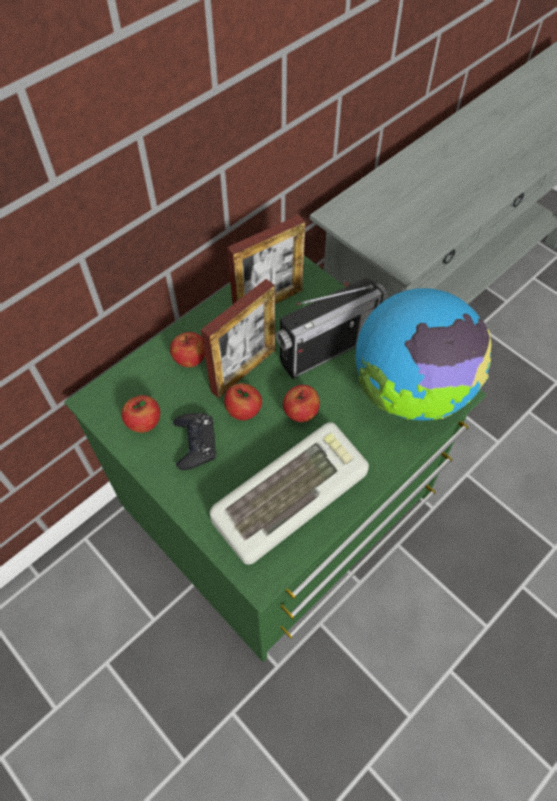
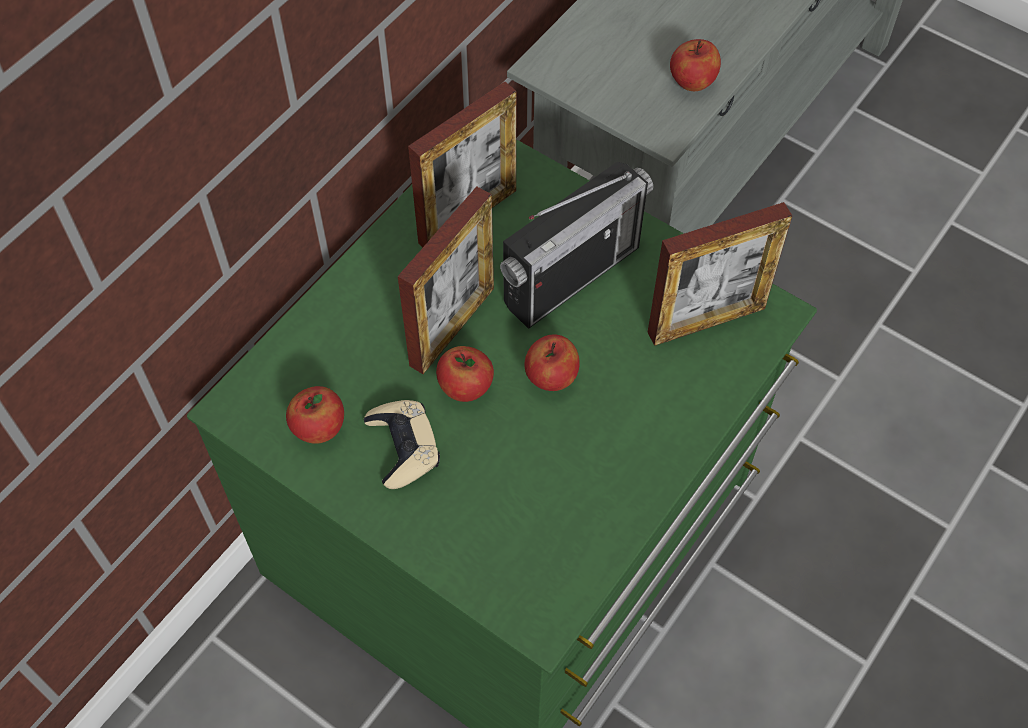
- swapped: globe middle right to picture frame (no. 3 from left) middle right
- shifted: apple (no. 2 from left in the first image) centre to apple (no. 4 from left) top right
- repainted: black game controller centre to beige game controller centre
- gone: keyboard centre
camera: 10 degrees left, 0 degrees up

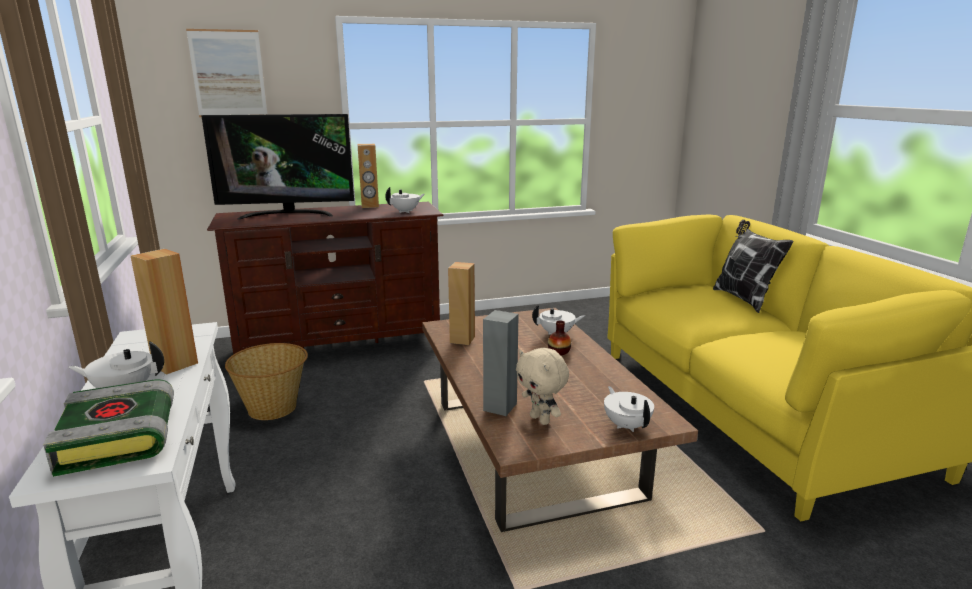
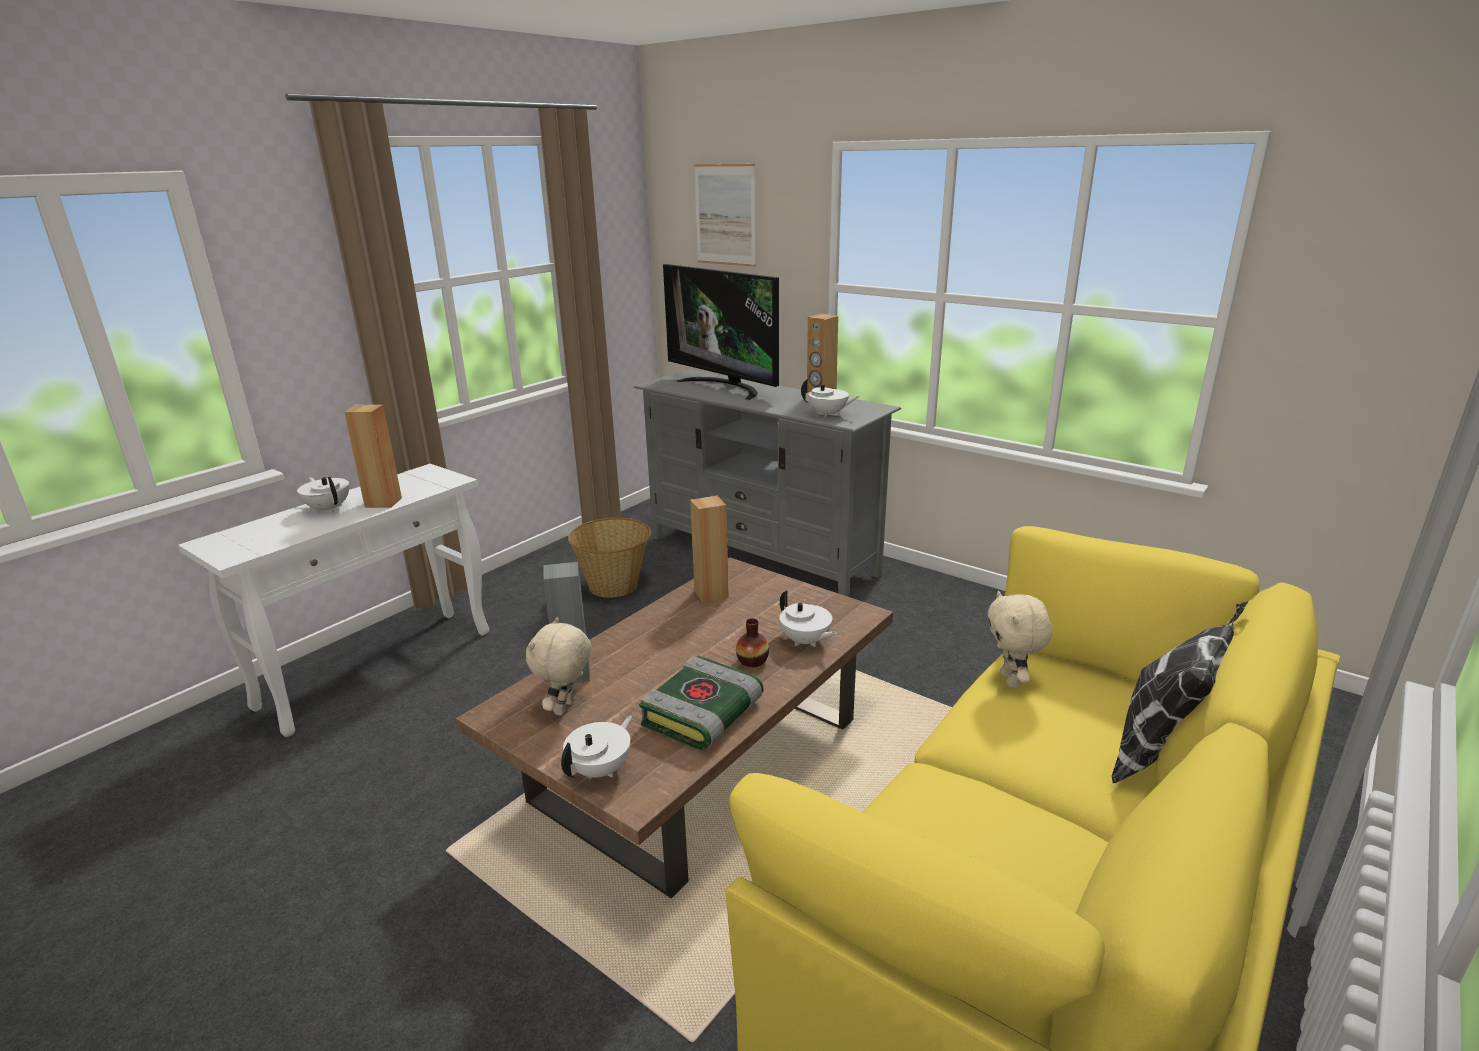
- repainted: brown tv stand centre to grey tv stand centre
- shifted: book bottom left to bottom centre
- new: beige plush toy (no. 2 from left) middle right
camera: 55 degrees right, 5 degrees up

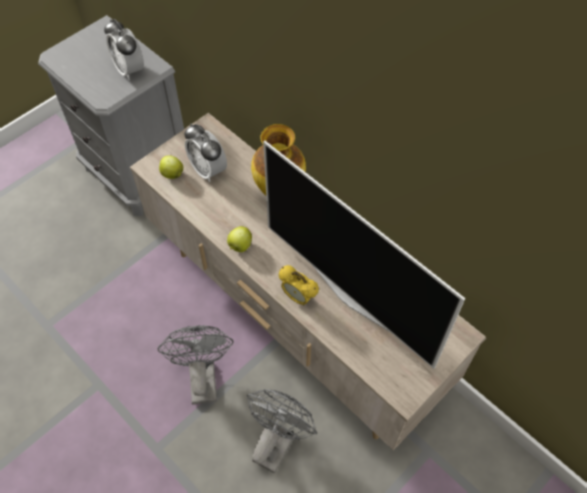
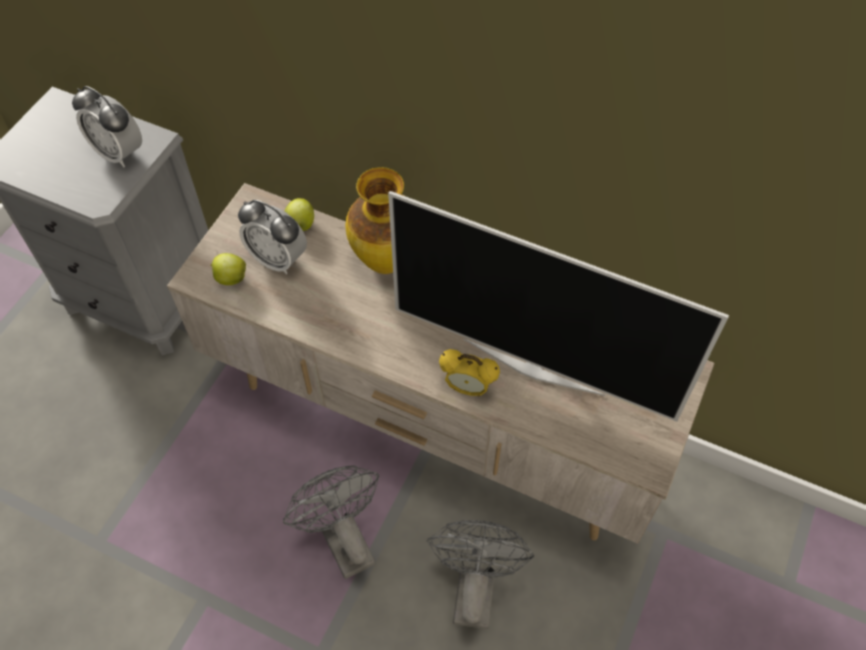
- shifted: apple (no. 2 from left) centre to top centre
camera: 20 degrees left, 0 degrees up

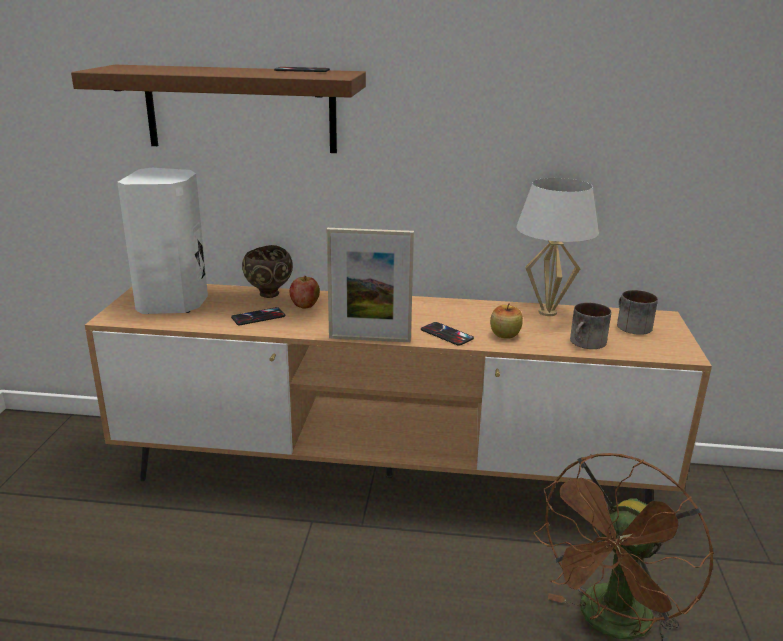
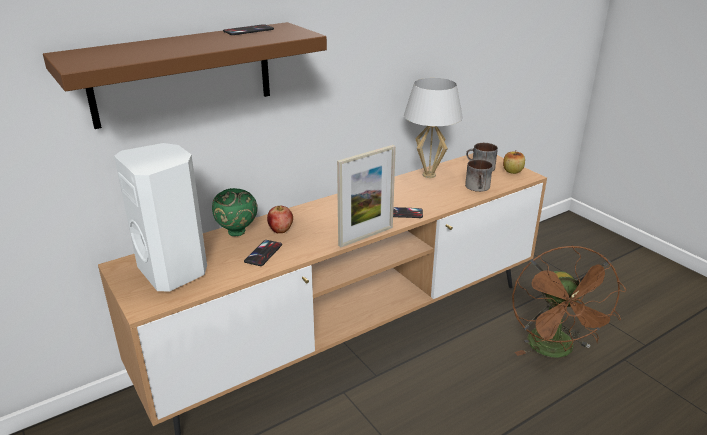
- repainted: brown bowl centre to green bowl middle left
- shifted: apple (no. 2 from left) centre to middle right
camera: 40 degrees left, 5 degrees up

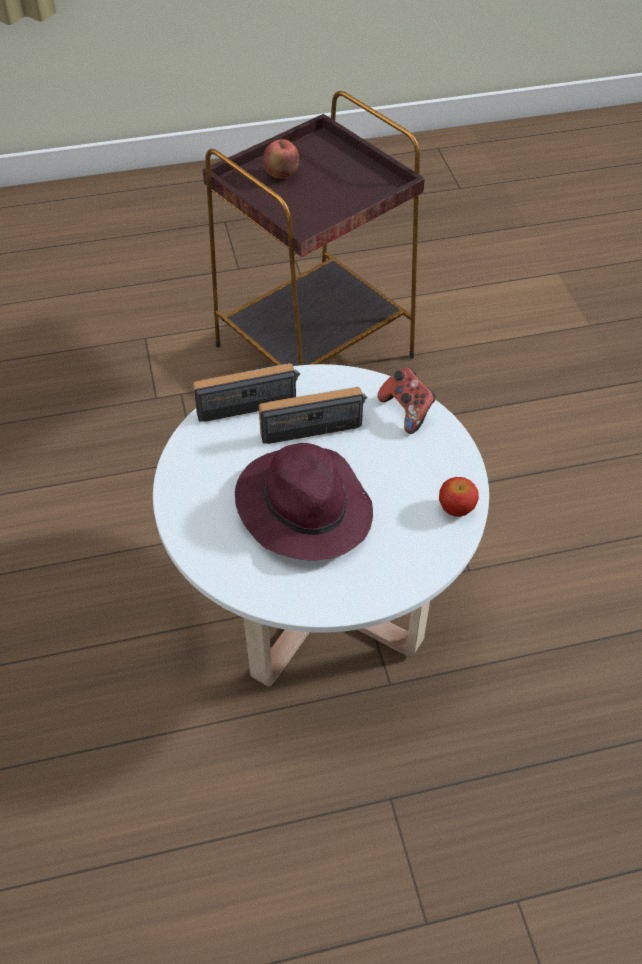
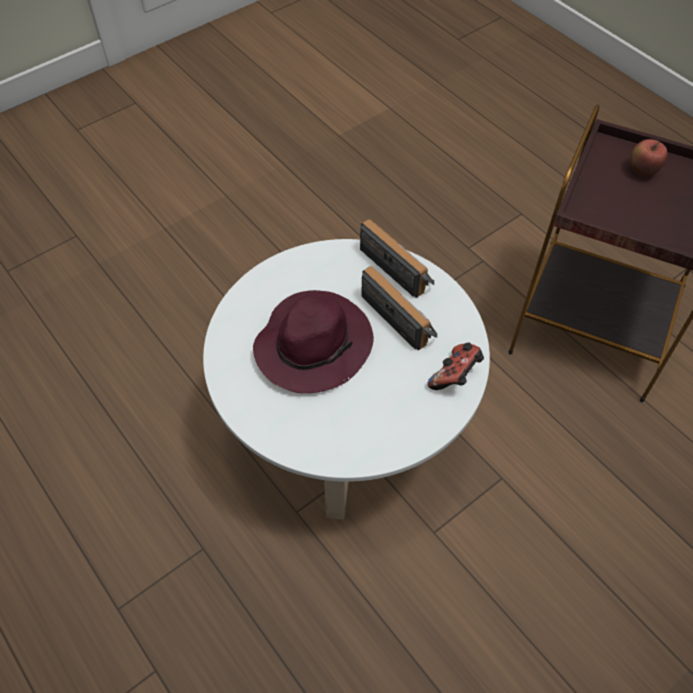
- gone: apple (no. 2 from left) middle right
camera: 65 degrees right, 5 degrees up

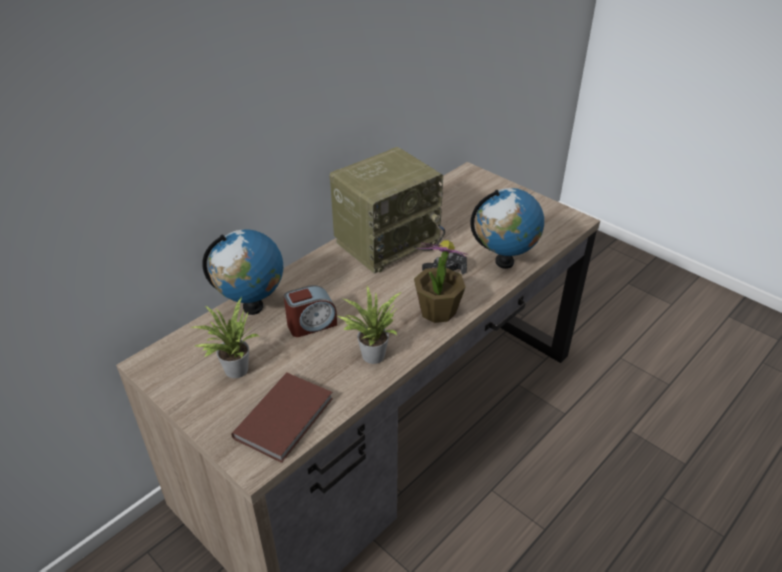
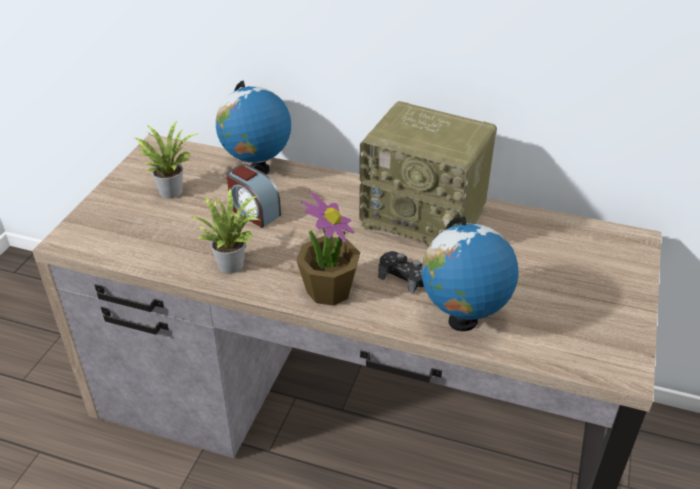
- gone: brown book bottom centre
camera: 65 degrees right, 0 degrees up

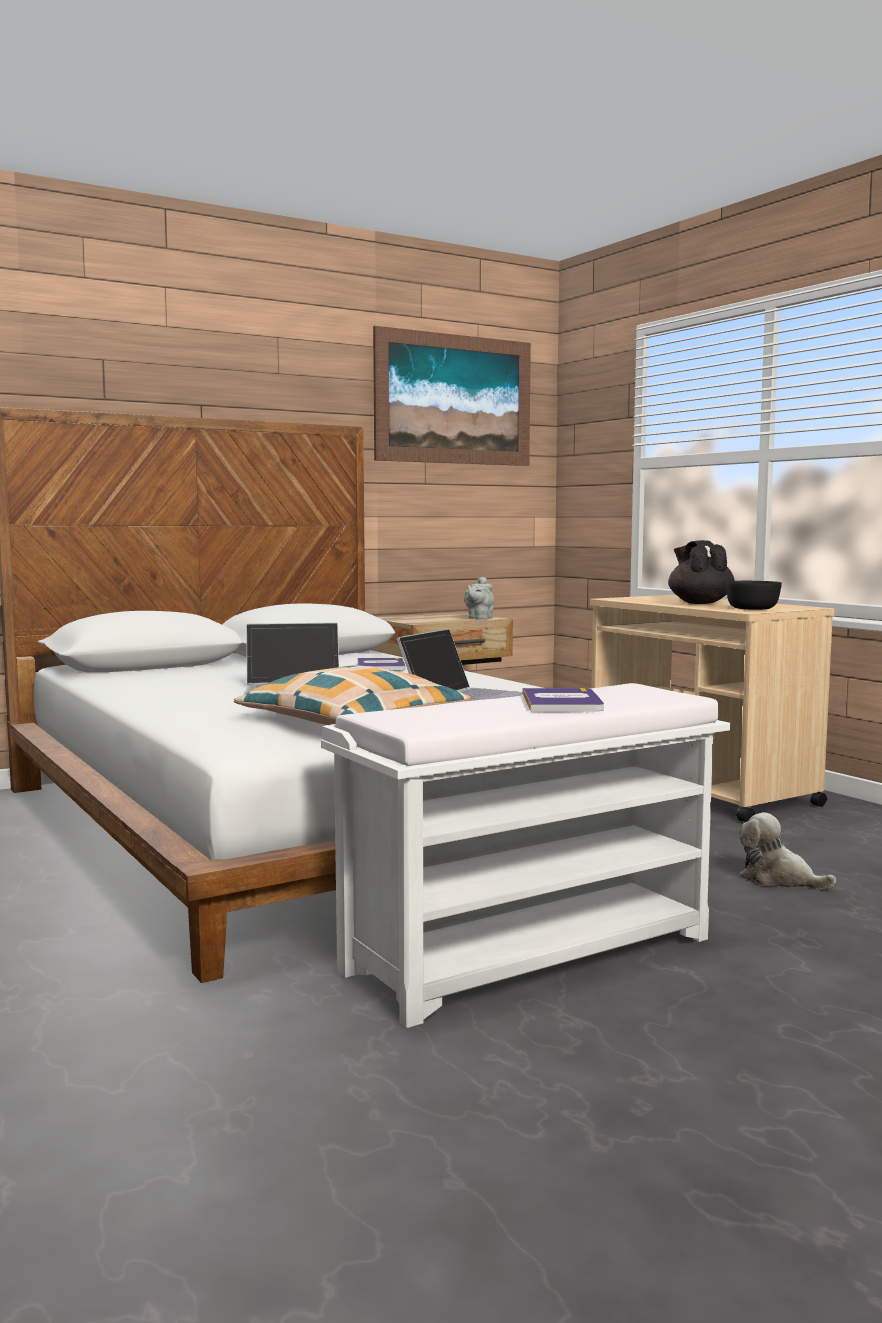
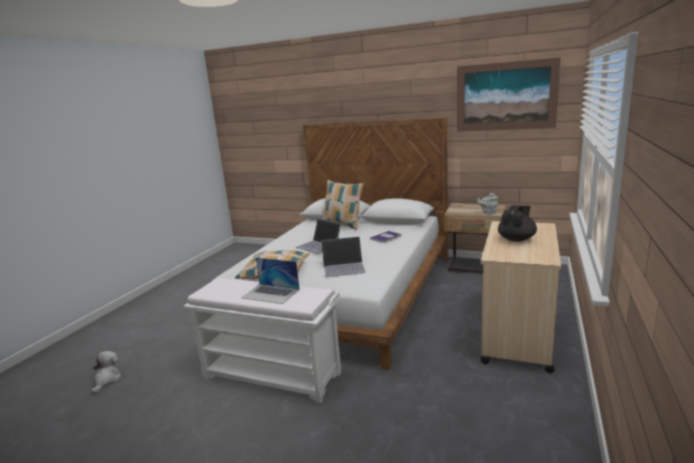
- gone: black bowl middle right
- swapped: book (no. 2 from left) centre to laptop (no. 1 from left) centre
- shifted: plush toy middle right to bottom left
- new: pillow (no. 2 from left) centre
camera: 55 degrees right, 10 degrees up

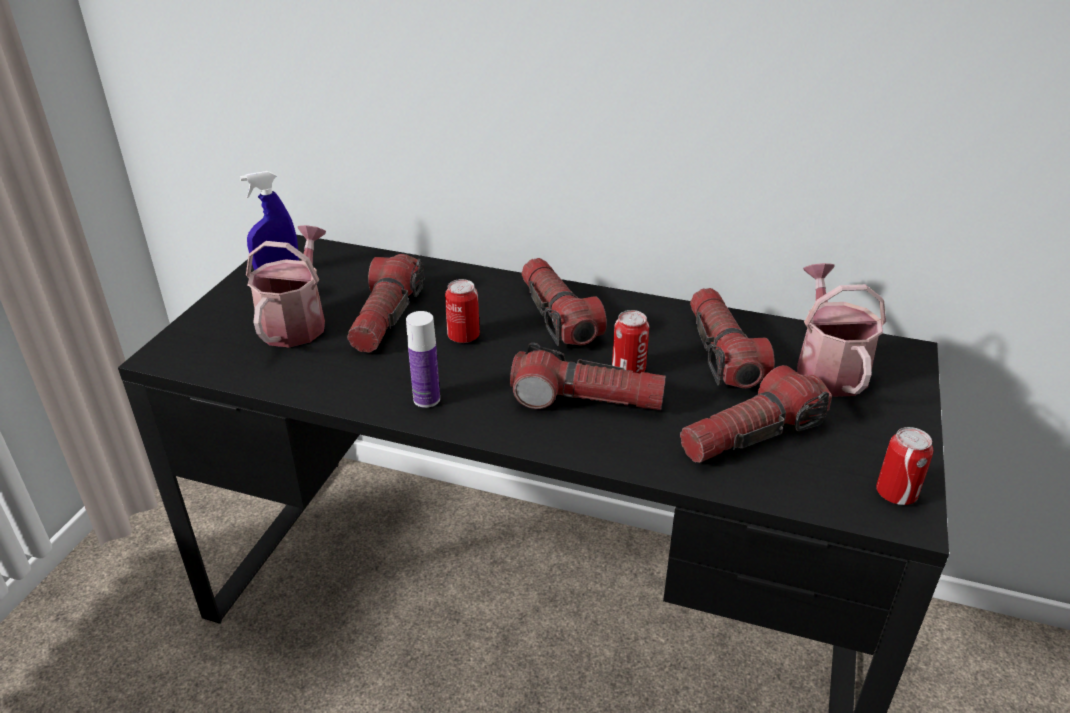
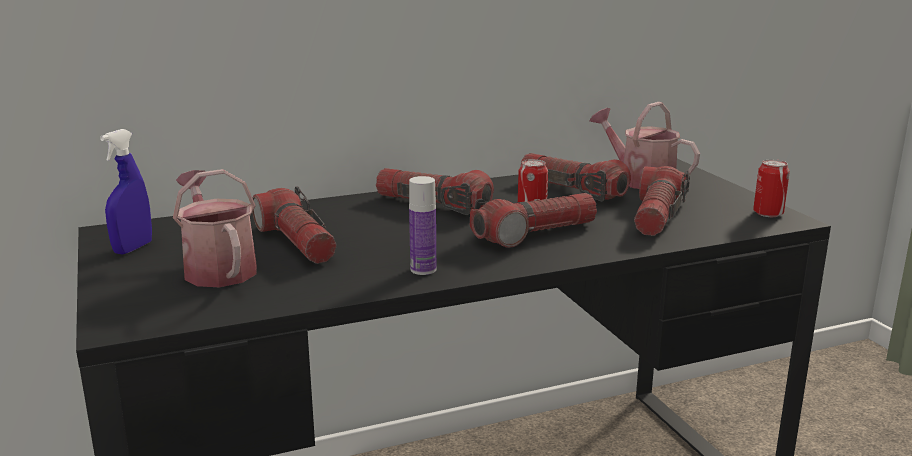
- gone: can (no. 1 from left) centre
camera: 40 degrees left, 15 degrees down

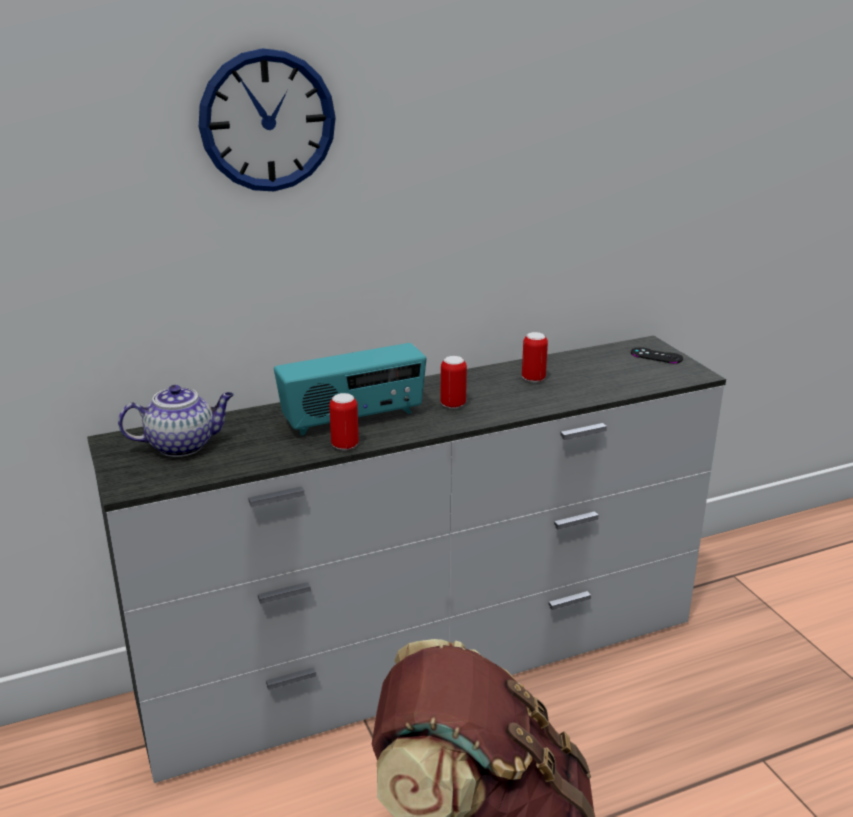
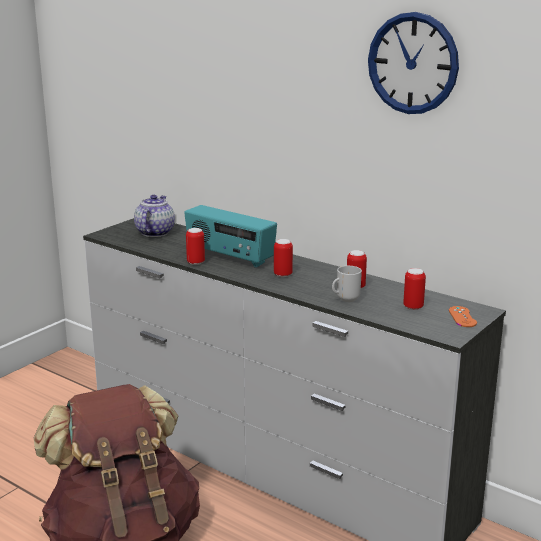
- shifted: wall clock top left to top right
- repainted: black game controller middle right to orange game controller middle right
- rotated: teapot middle left = middle left 120 degrees counterclockwise
- new: mug centre
- new: can (no. 4 from left) middle right
camera: 60 degrees right, 5 degrees down

